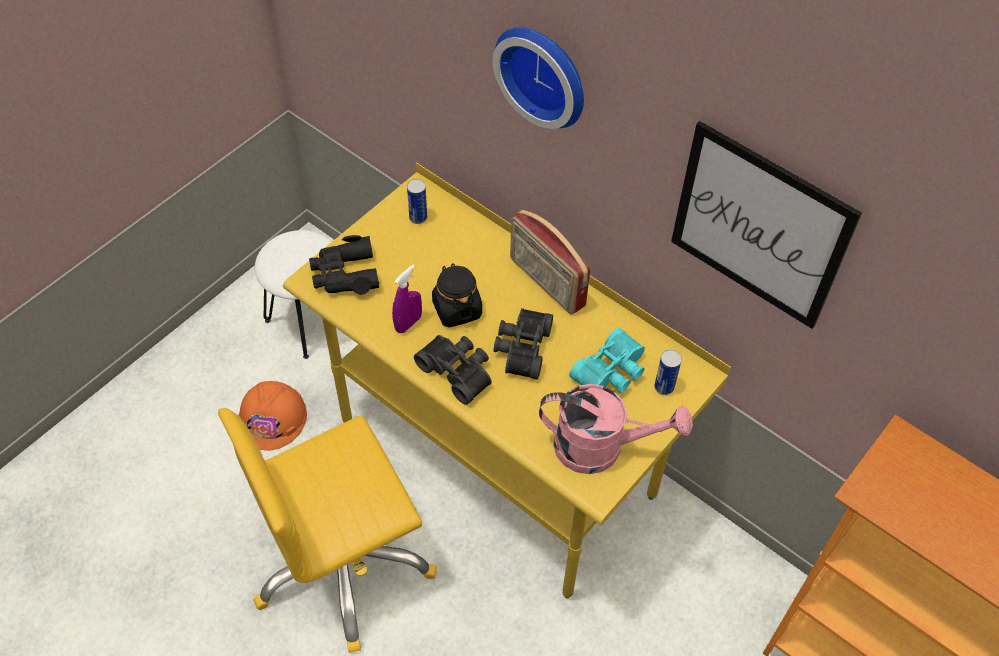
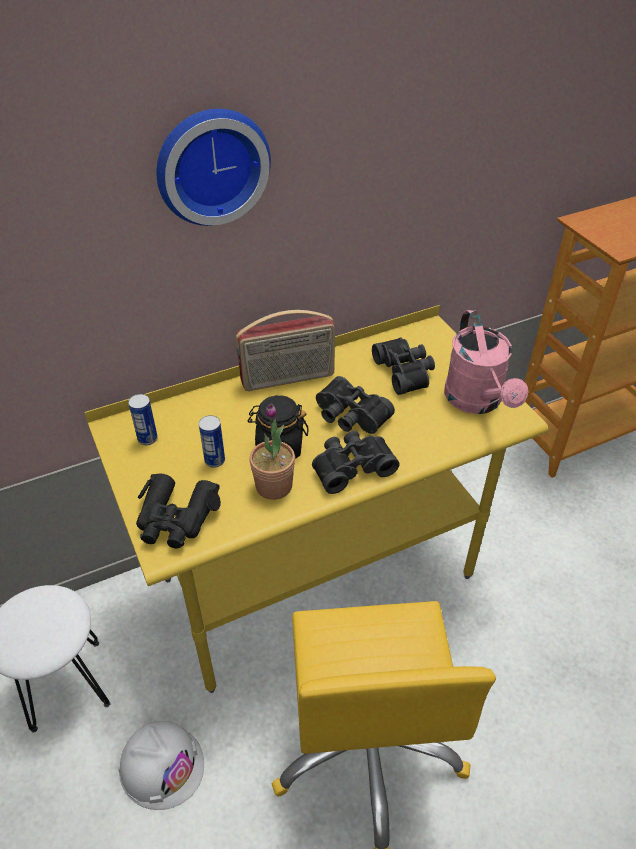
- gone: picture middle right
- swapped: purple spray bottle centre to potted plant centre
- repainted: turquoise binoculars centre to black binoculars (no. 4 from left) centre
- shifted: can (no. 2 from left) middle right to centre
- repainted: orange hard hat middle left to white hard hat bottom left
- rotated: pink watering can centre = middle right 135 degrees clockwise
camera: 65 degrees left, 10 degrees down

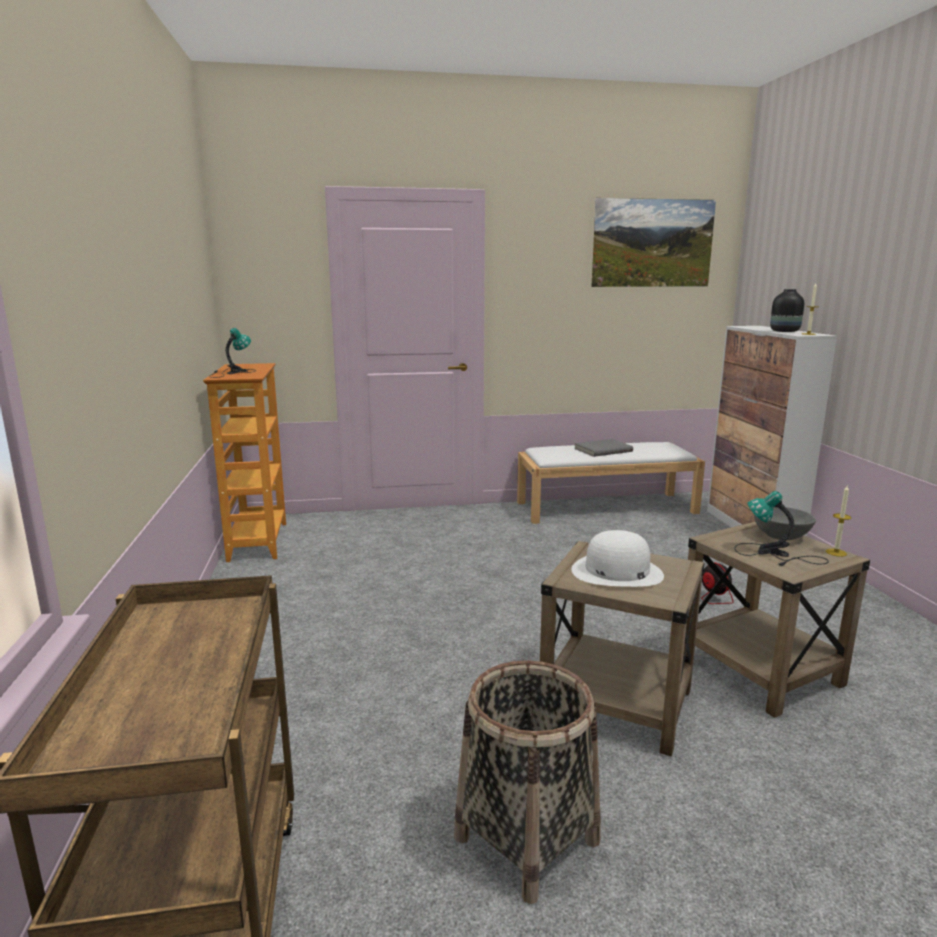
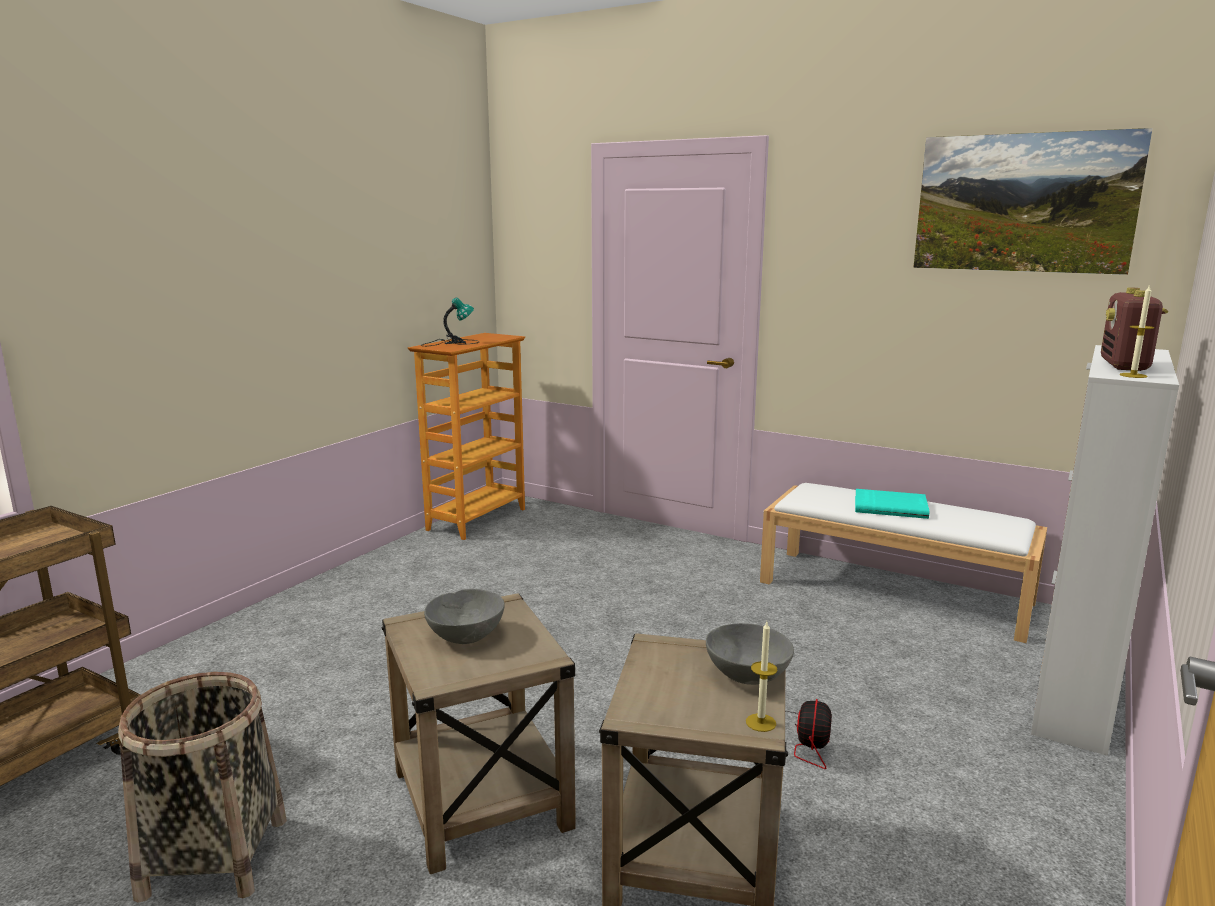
- swapped: black vase top right to radio middle right
- repainted: grey book centre to turquoise book middle right
- gone: table lamp (no. 2 from left) middle right
- swapped: white hat centre to grey bowl (no. 1 from left) bottom centre
camera: 40 degrees right, 0 degrees up

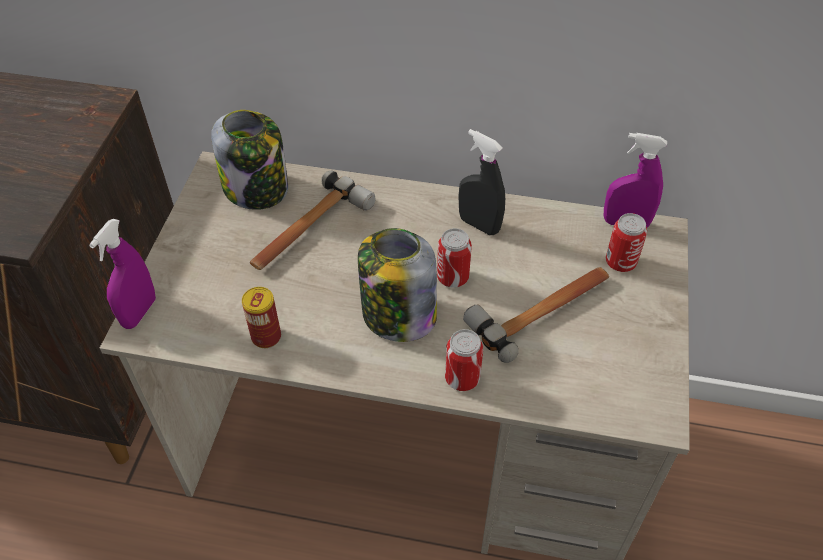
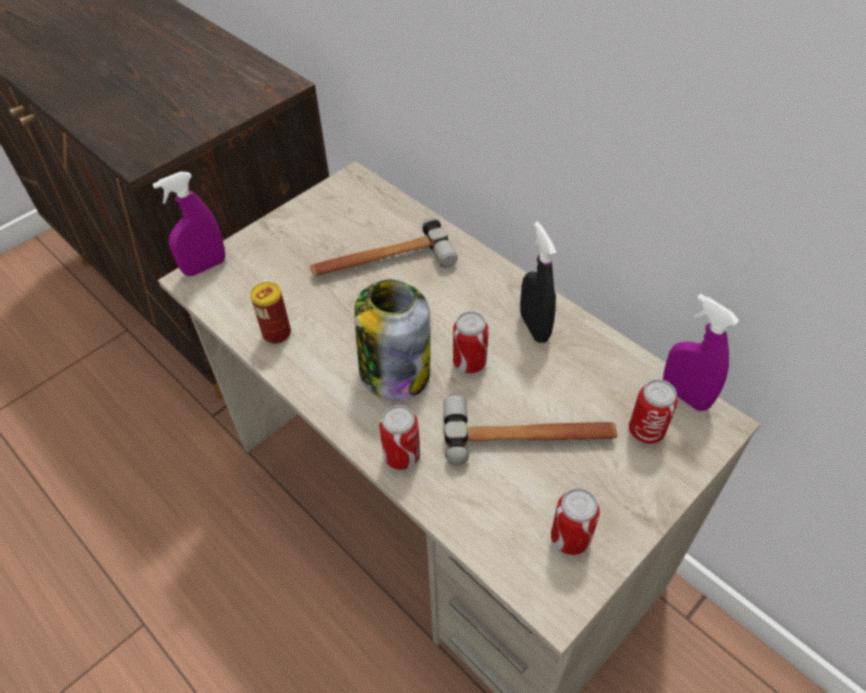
- gone: jar (no. 1 from left) top left
- new: can (no. 4 from left) bottom centre
camera: 35 degrees right, 0 degrees up

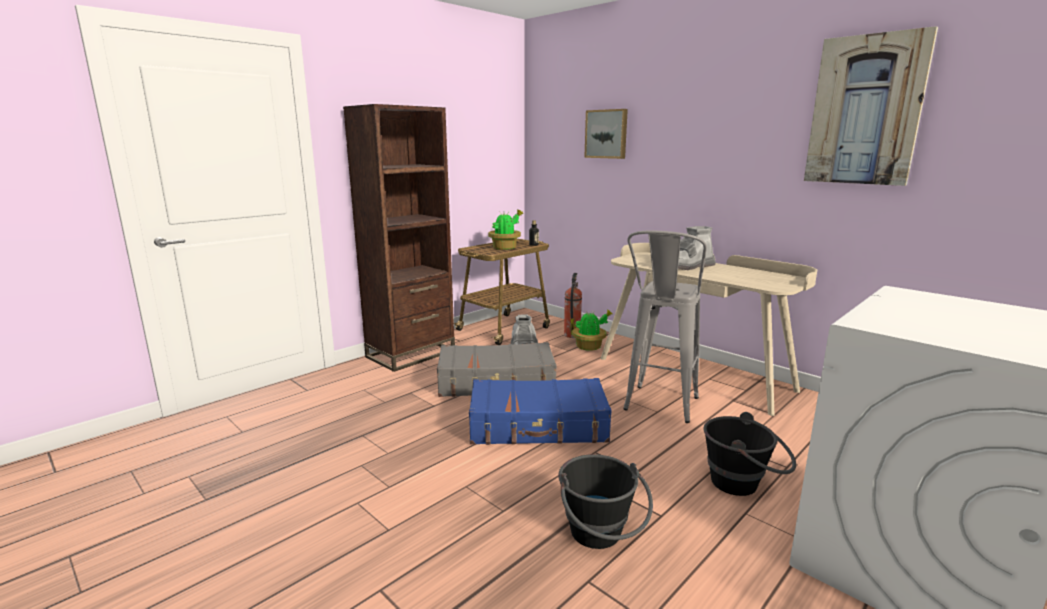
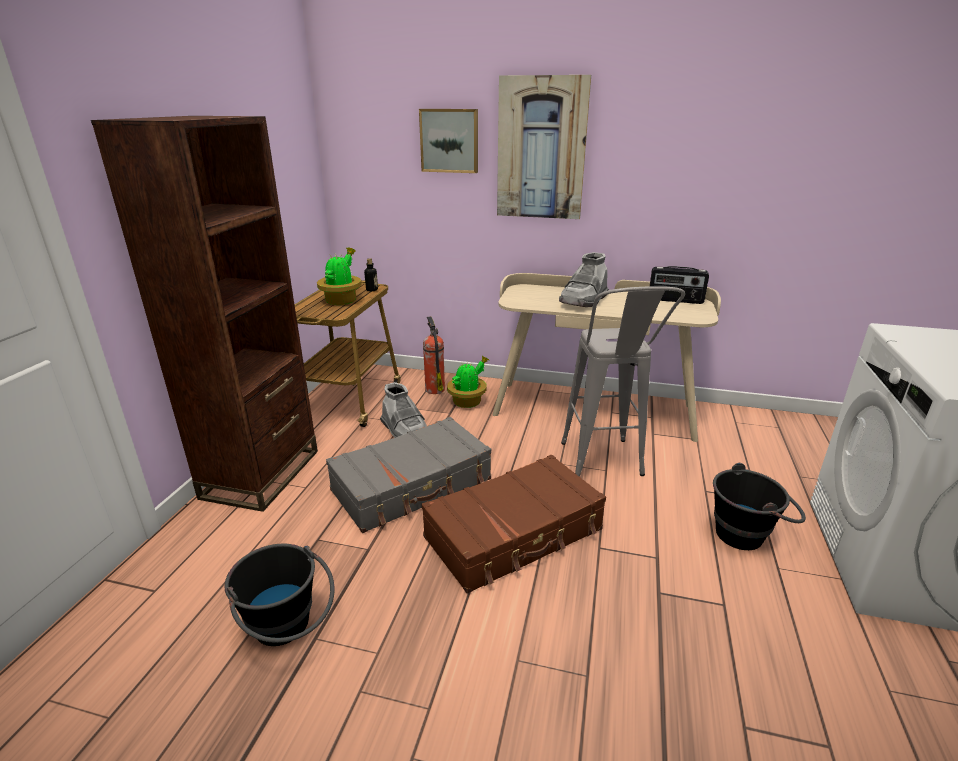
- shifted: picture (no. 2 from left) top right to top centre
- repainted: blue suitcase bottom centre to brown suitcase bottom centre
- shifted: black bucket (no. 1 from left) bottom centre to bottom left
- new: radio middle right
camera: 30 degrees left, 10 degrees up

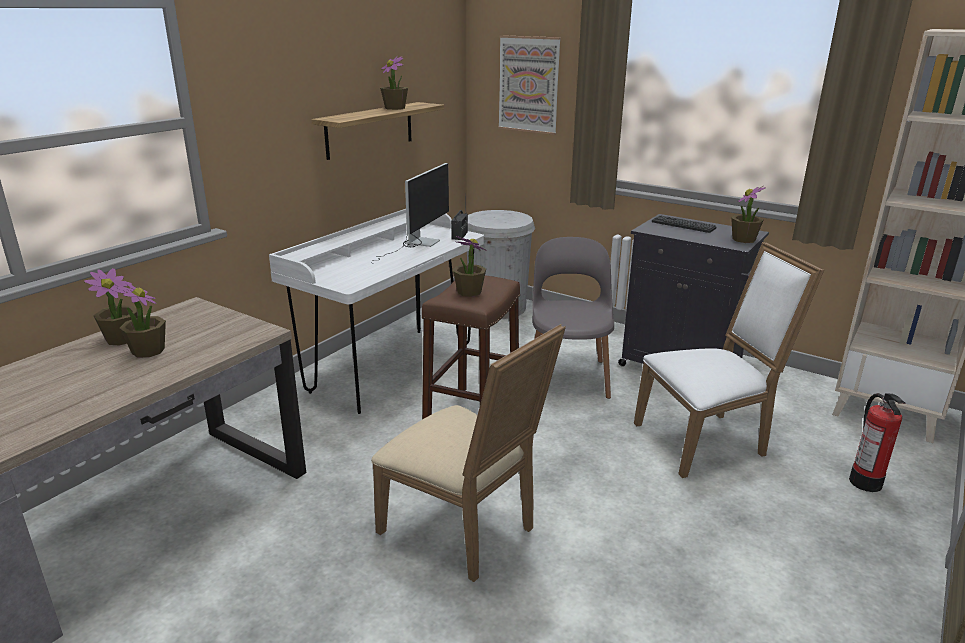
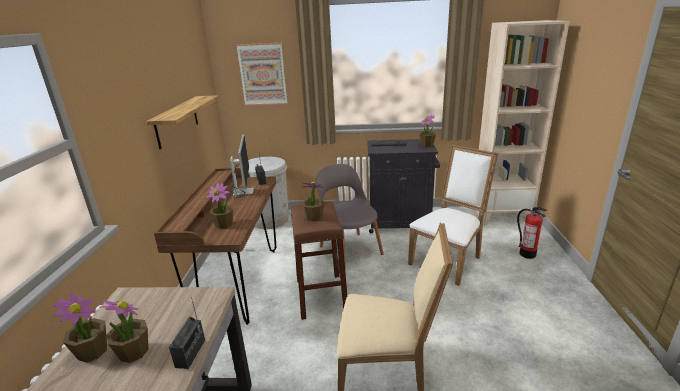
- shifted: potted plant (no. 3 from left) top centre to middle left
- repainted: white desk centre to brown desk (no. 2 from left) middle left
- new: radio (no. 1 from left) bottom left
camera: 30 degrees left, 0 degrees up

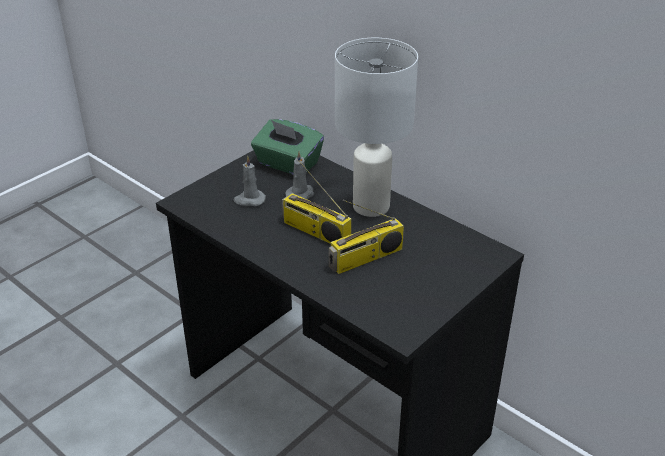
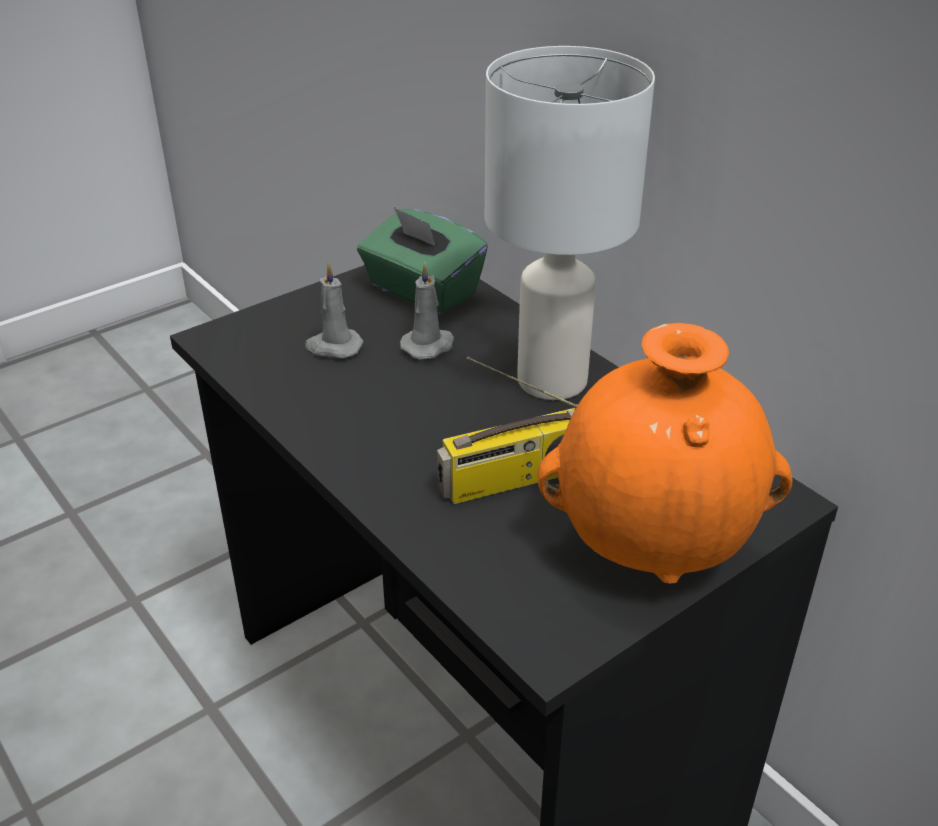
- gone: radio (no. 1 from left) centre
- new: orange vase middle right
camera: 10 degrees right, 0 degrees up

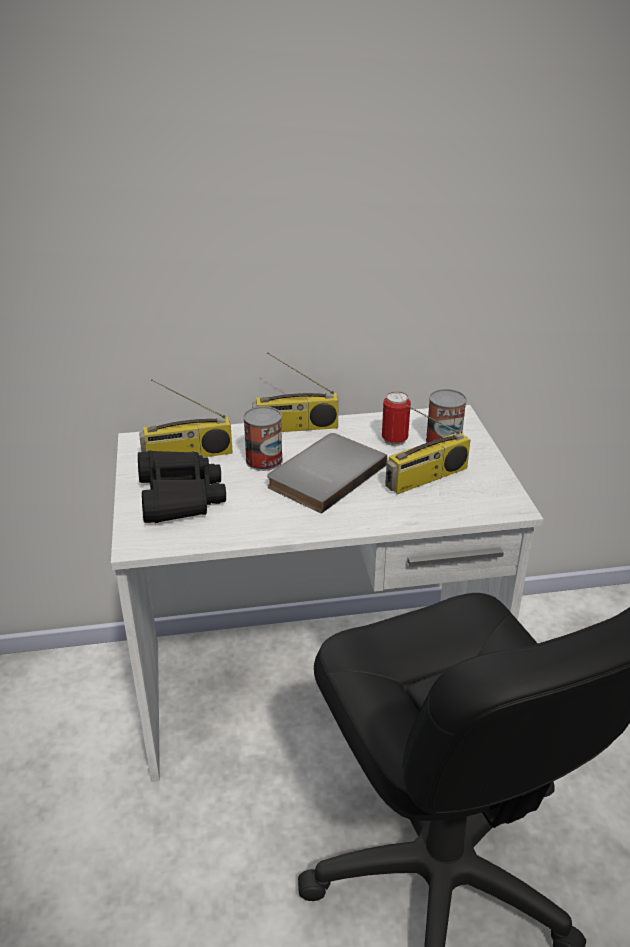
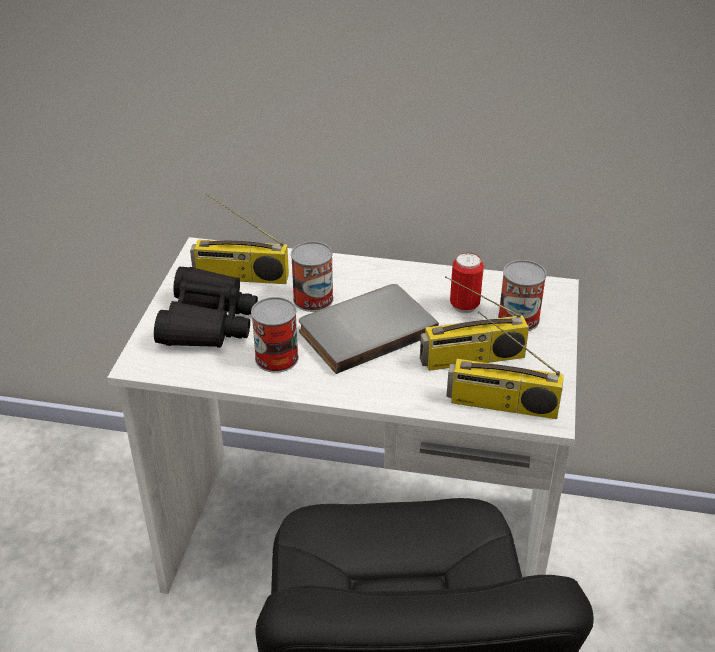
- shifted: radio (no. 2 from left in the first image) centre to radio (no. 3 from left) middle right
- new: can (no. 1 from left) centre
camera: 20 degrees right, 5 degrees up

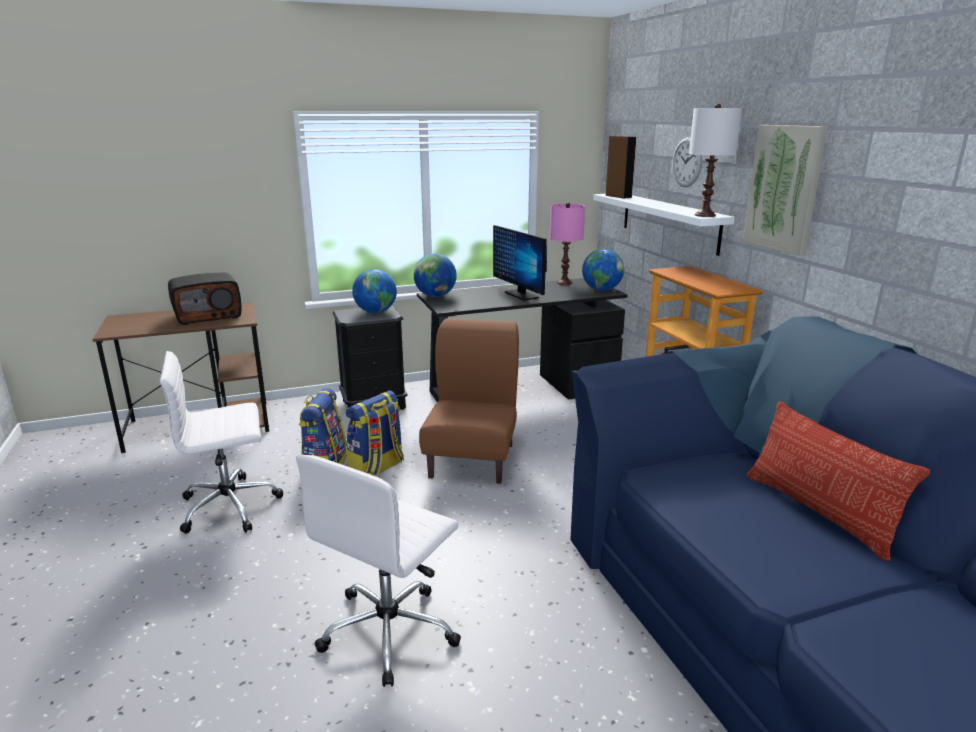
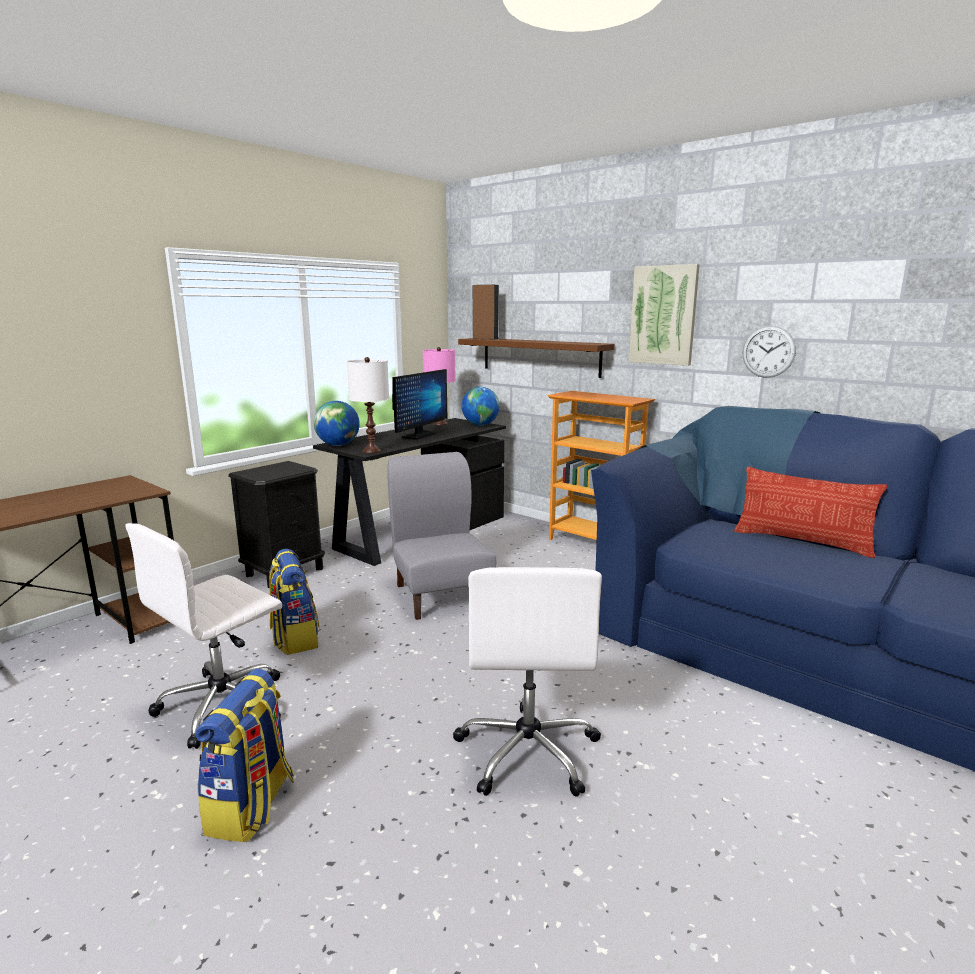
- shifted: white table lamp top right to centre
- shifted: wall clock top right to middle right
- repainted: white shelf top right to brown shelf centre
- rotated: monitor centre = centre 90 degrees counterclockwise
- gone: globe (no. 1 from left) centre
- gone: radio middle left
- repainted: brown chair centre to grey chair centre
- shifted: backpack (no. 2 from left in the first image) centre to backpack (no. 1 from left) bottom left
camera: 30 degrees left, 5 degrees down

